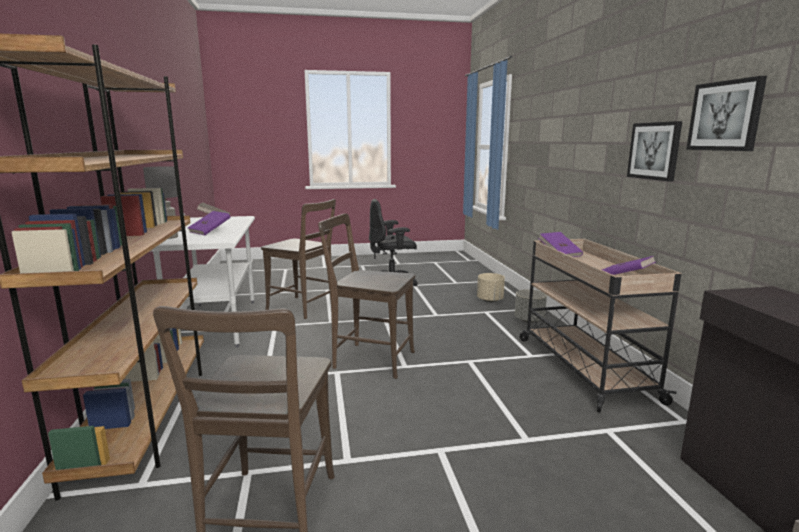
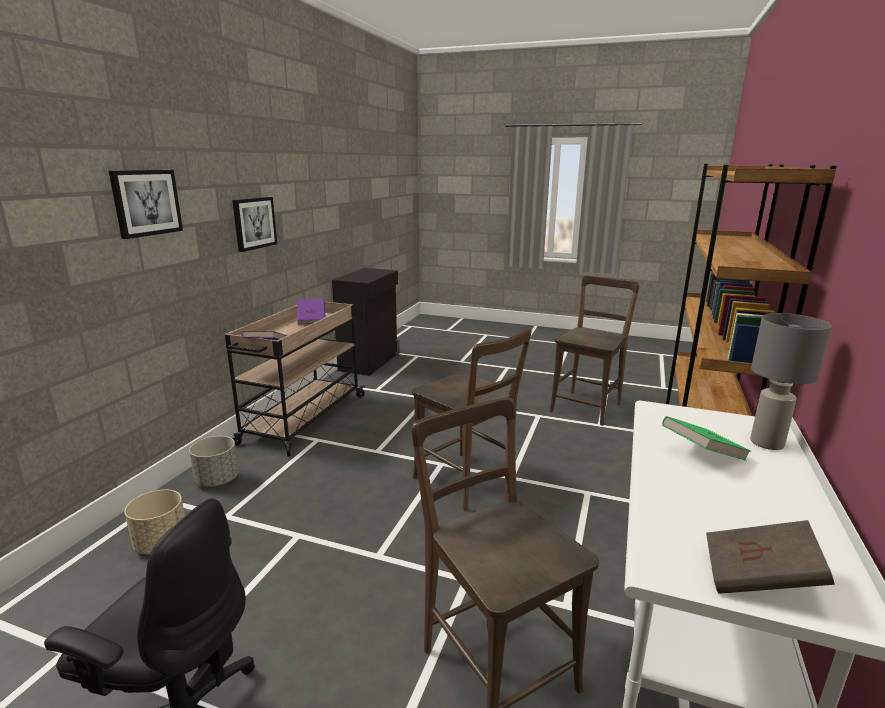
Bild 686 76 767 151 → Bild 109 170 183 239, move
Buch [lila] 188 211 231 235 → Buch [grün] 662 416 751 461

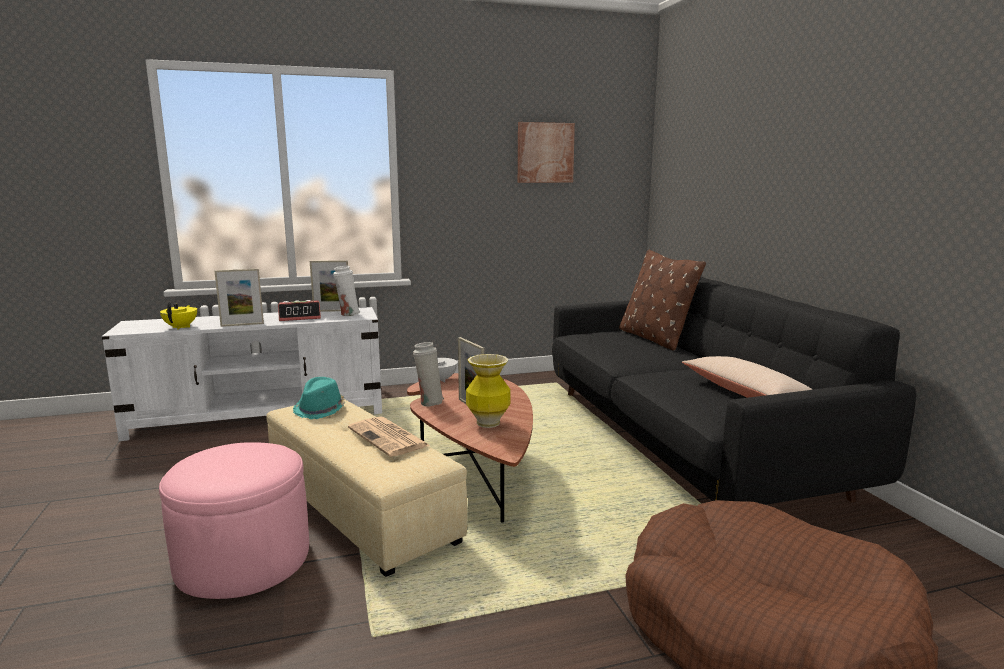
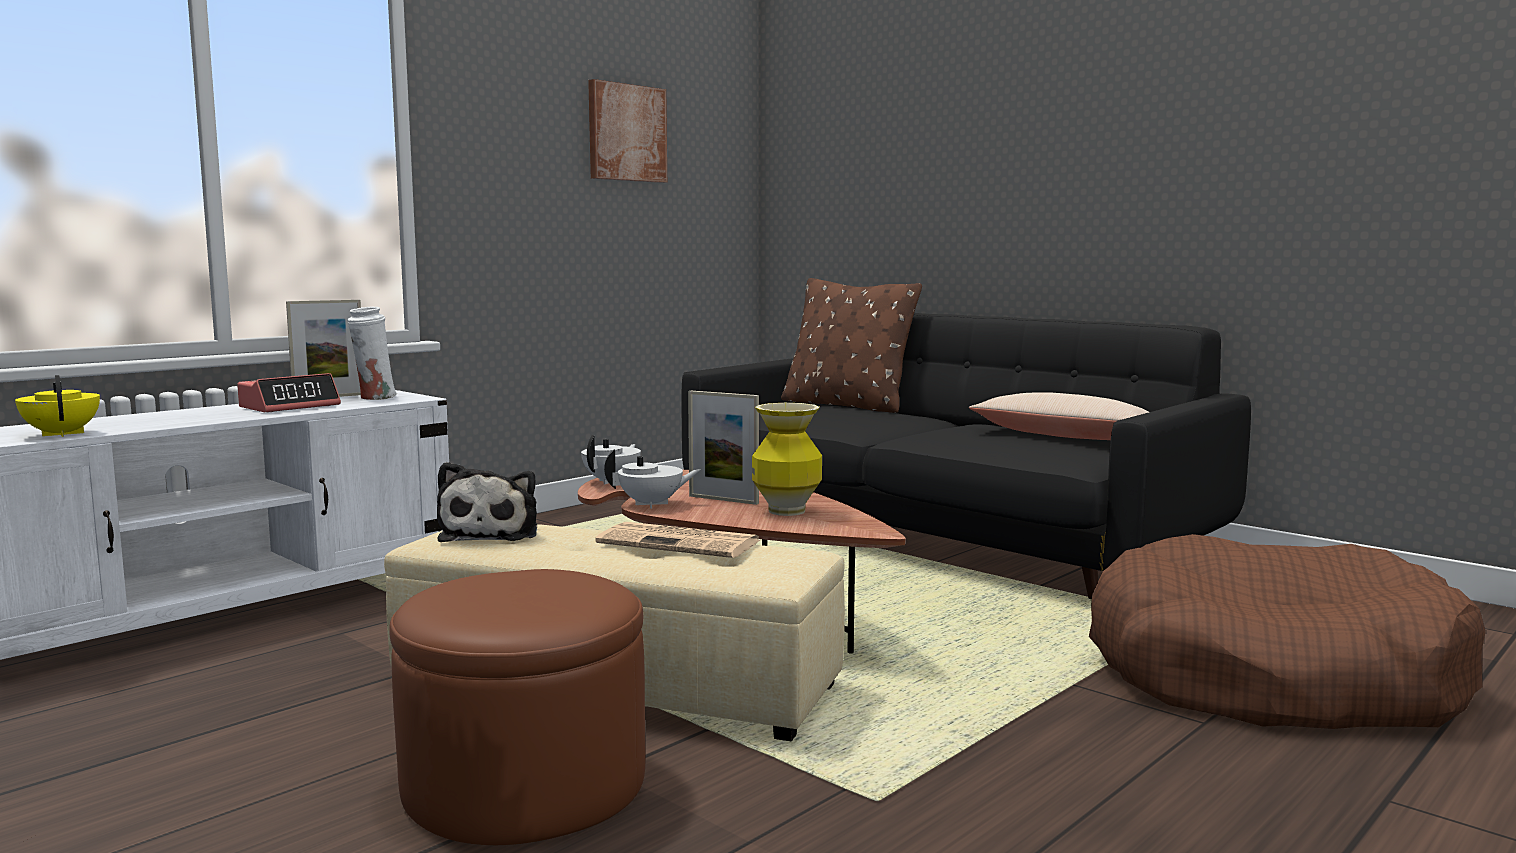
Polsterhocker [rosa] 159 442 309 599 → Polsterhocker [braun] 389 569 646 845
Hut [türkis] 293 377 345 419 → Plüschtier 437 462 537 542
Vase [weiß] 413 342 444 407 → Teekanne [weiß] 604 449 701 509
Bilderrahmen 214 269 264 327 → -

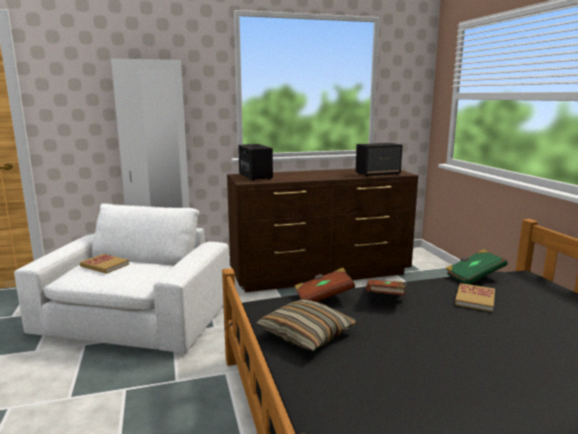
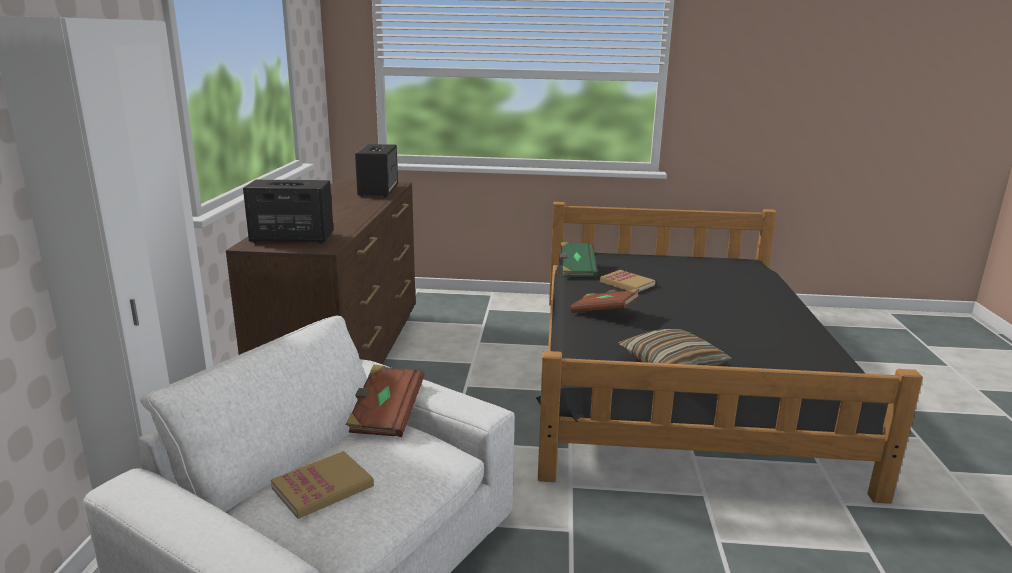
Buch [braun] 295 268 355 302 → Buch [braun] 346 364 424 437, move

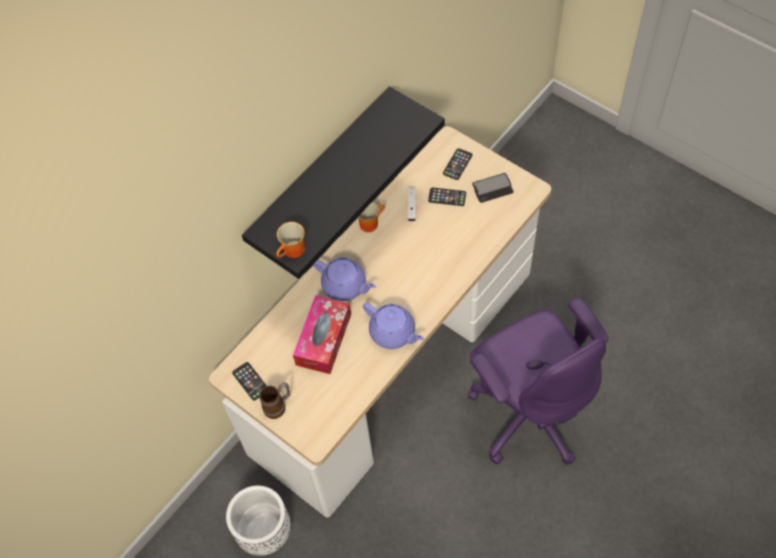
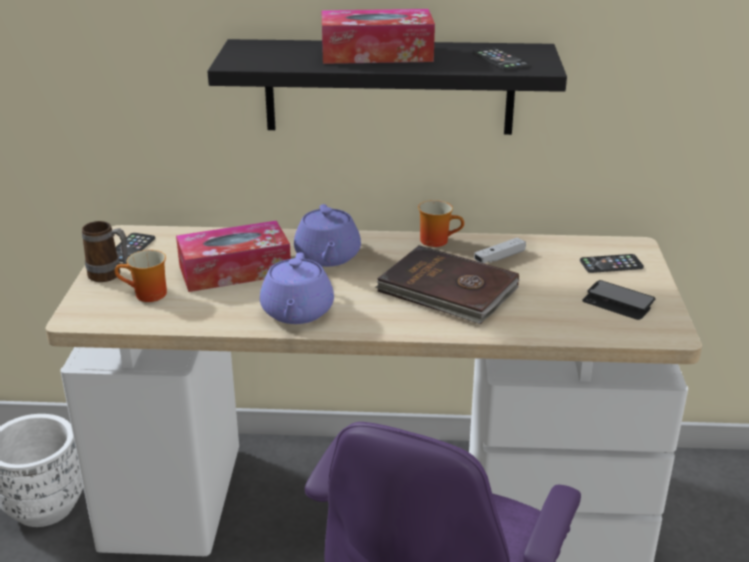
Henkelbecher 276 222 305 258 → Henkelbecher 115 250 167 302, move
- → Taschentuchbox 321 9 435 64
- → Buch [braun] 375 245 519 324
Handy 428 187 466 206 → Handy 472 48 530 70, move

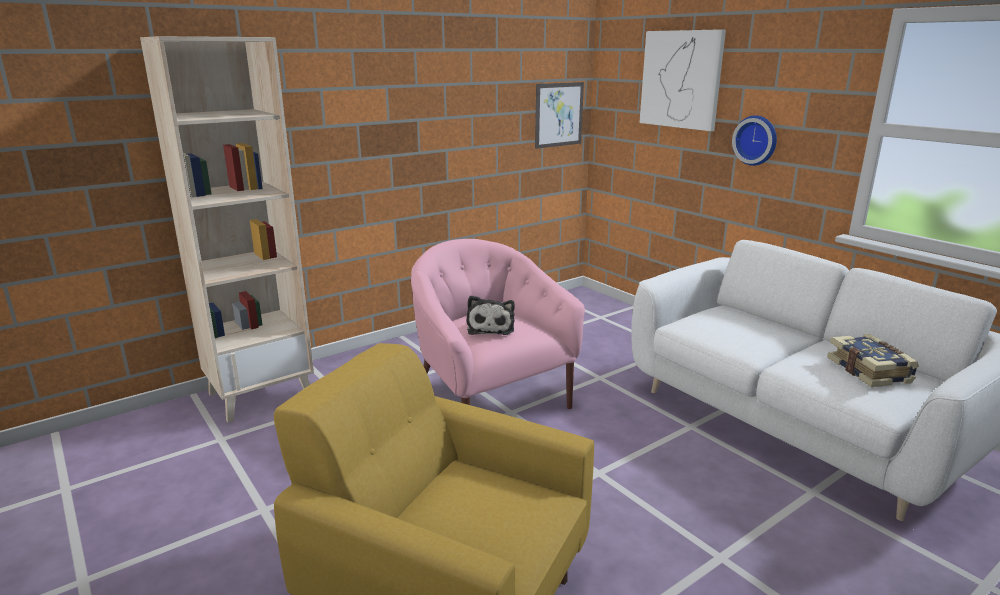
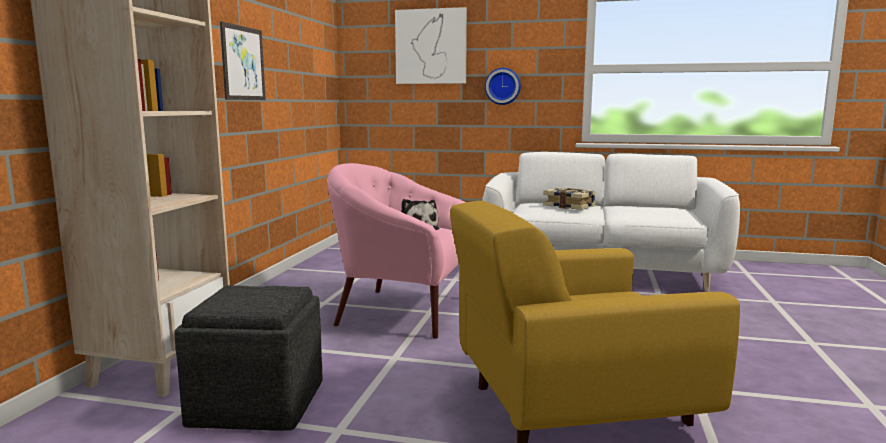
- → Polsterhocker [grau] 175 285 323 431
Bild 535 82 584 149 → Bild 220 22 266 100, move
Buch 827 334 919 387 → Buch 543 187 596 210, move

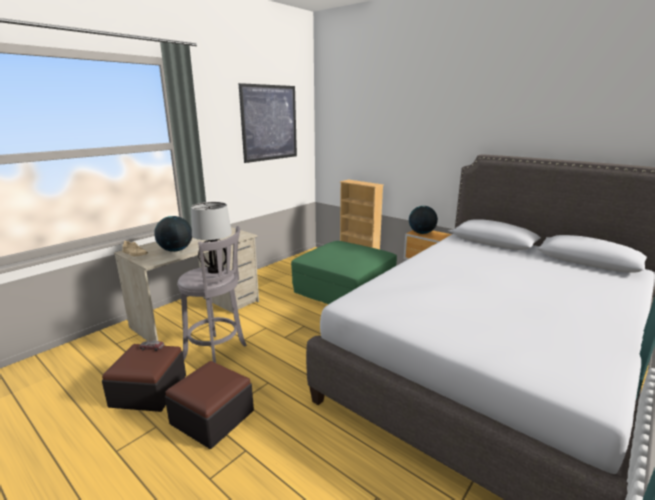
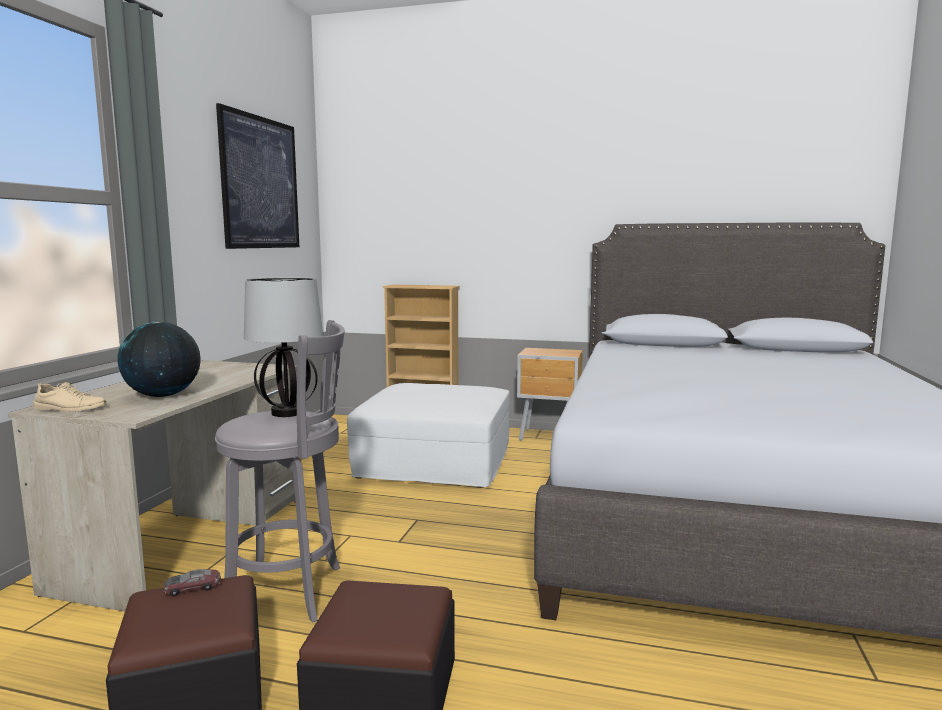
Polsterhocker [grün] 291 241 397 304 → Polsterhocker [weiß] 347 383 510 488
Globus 409 206 438 234 → -

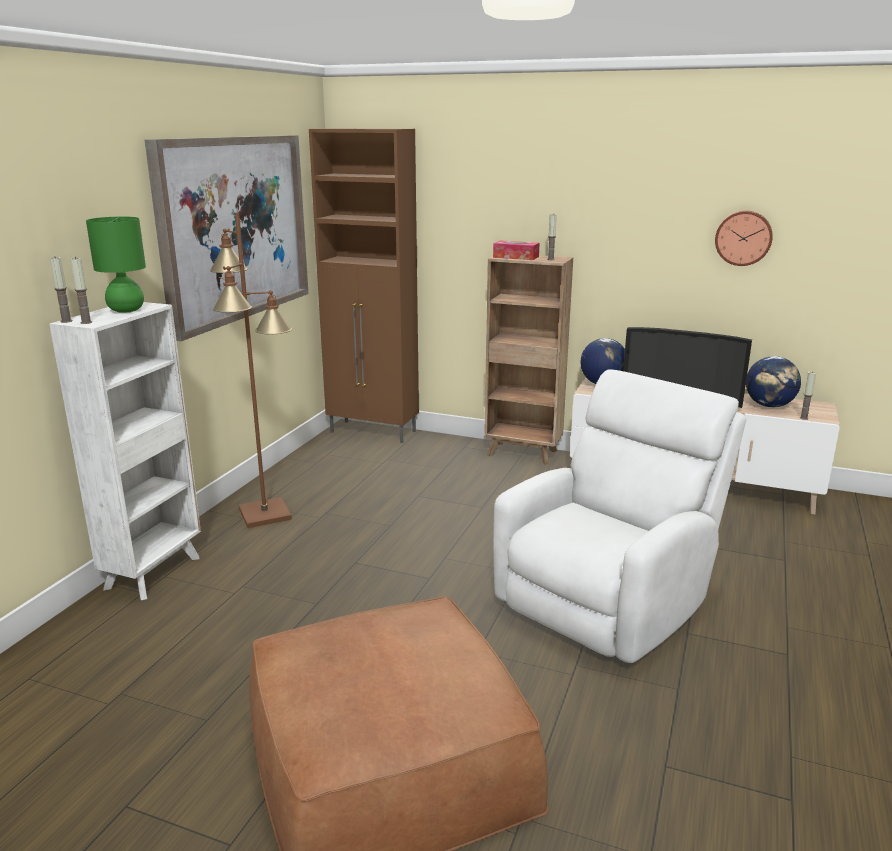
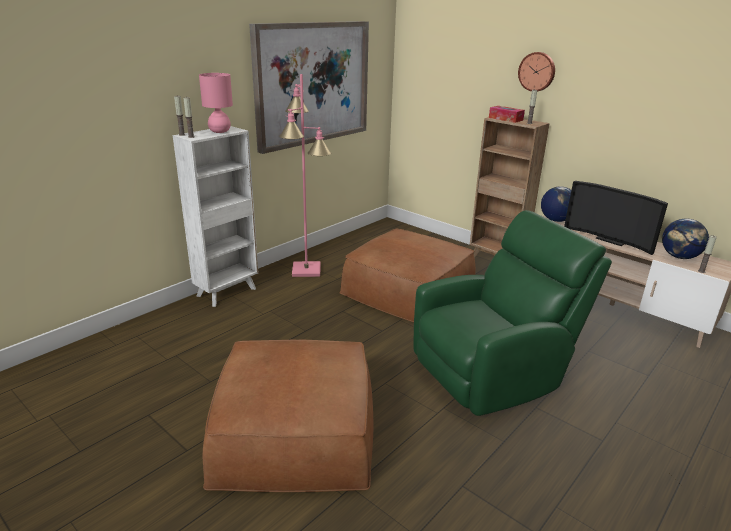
Tischlampe [grün] 86 216 146 313 → Tischlampe [rosa] 199 73 233 133
Stehlampe [braun] 210 212 292 528 → Stehlampe [rosa] 279 74 331 277
- → Polsterhocker [braun] 339 229 476 322
Sessel [weiß] 493 369 746 663 → Sessel [grün] 413 210 612 416
Wanduhr 715 211 773 266 → Wanduhr 518 52 555 92, move
Schrank [braun] 309 129 419 443 → -

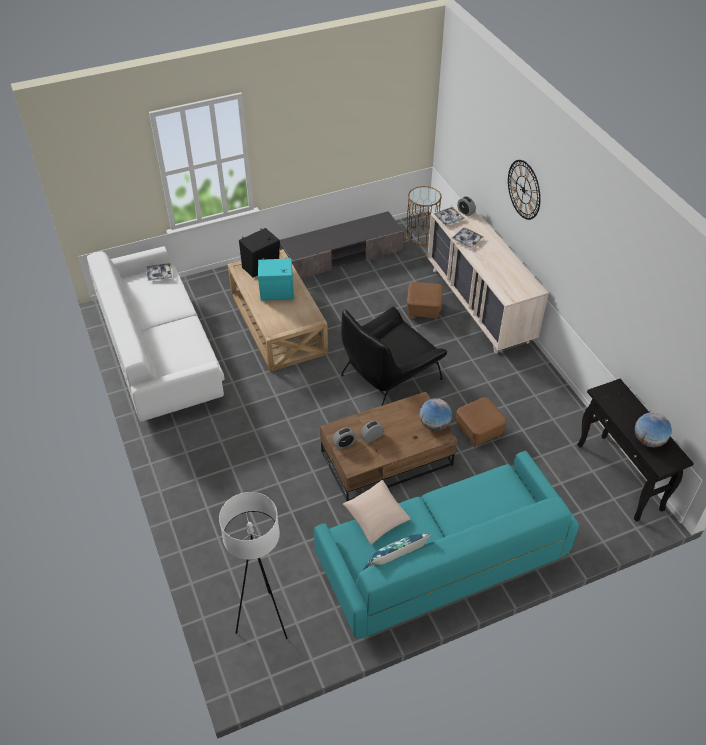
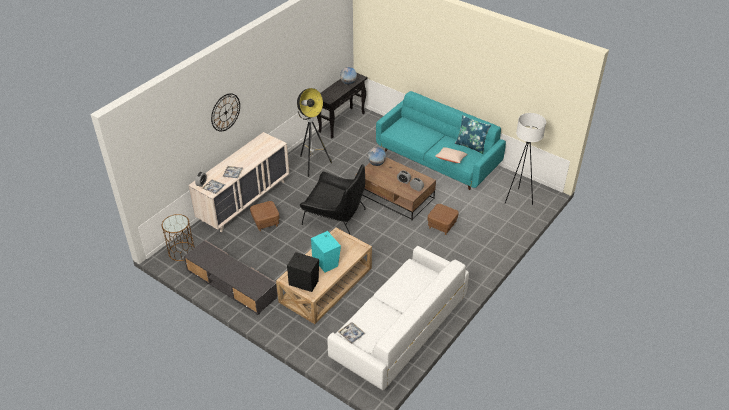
- → Stehlampe 297 88 332 177
Polsterhocker [braun] 456 397 507 448 → Polsterhocker [braun] 427 204 459 235, move

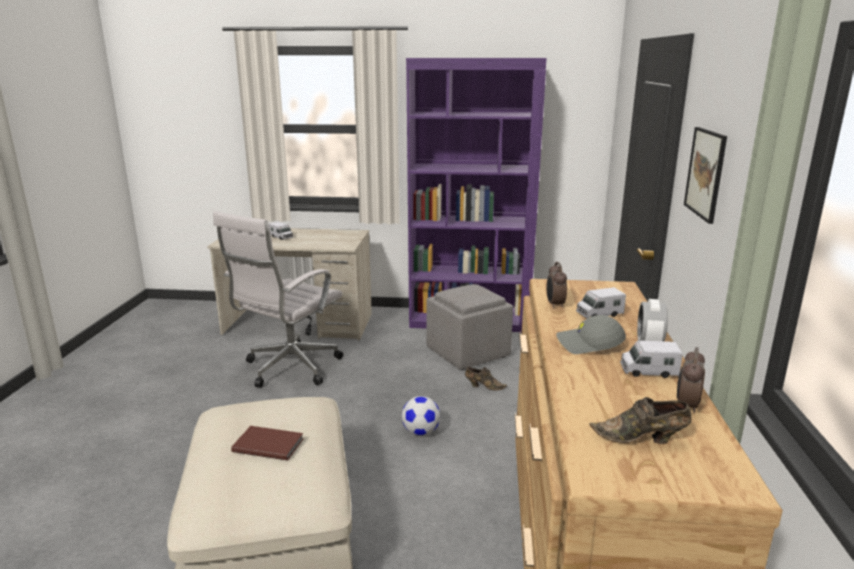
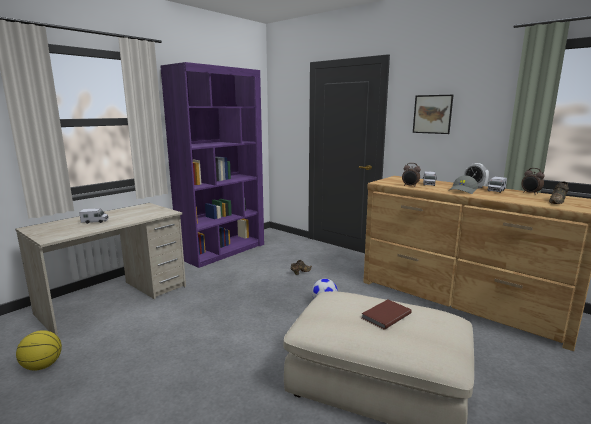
- → Basketball 16 330 62 371
Bürostuhl [weiß] 213 211 343 388 → -
Polsterhocker [grau] 427 284 513 370 → -

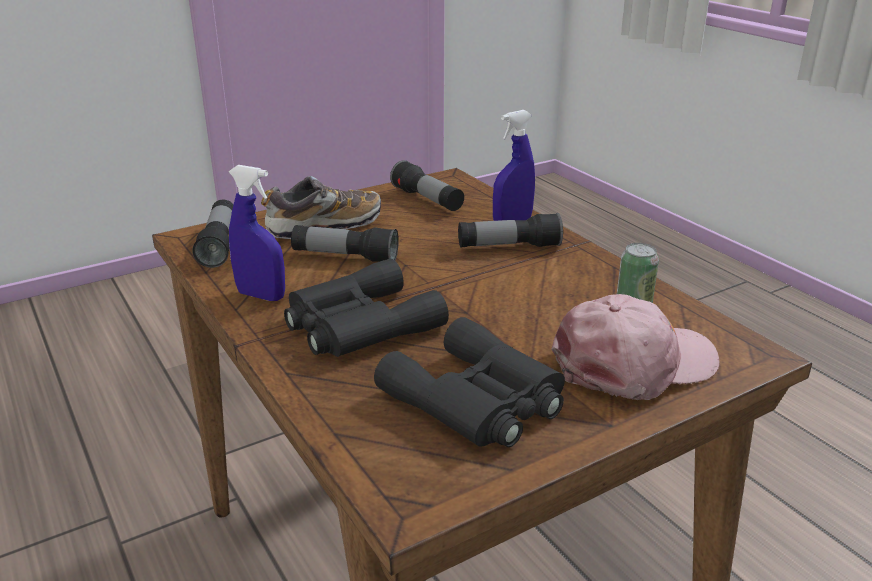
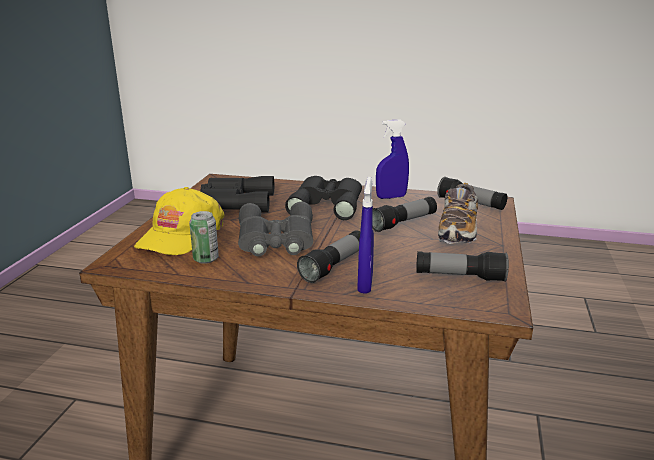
Kappe [rosa] 551 294 720 400 → Kappe [gelb] 134 187 224 255
- → Fernglas [grau] 238 202 313 256

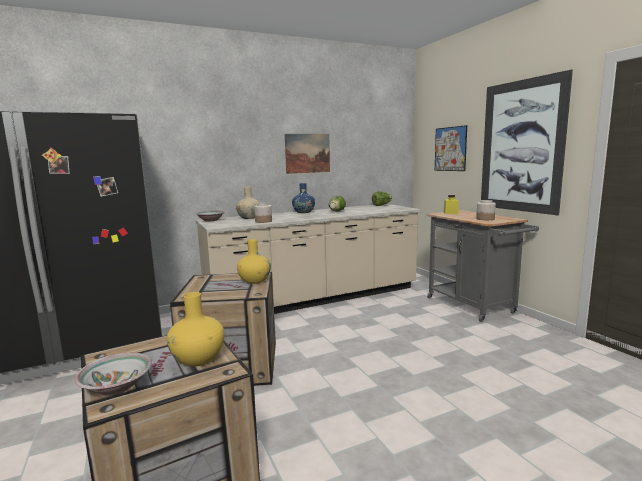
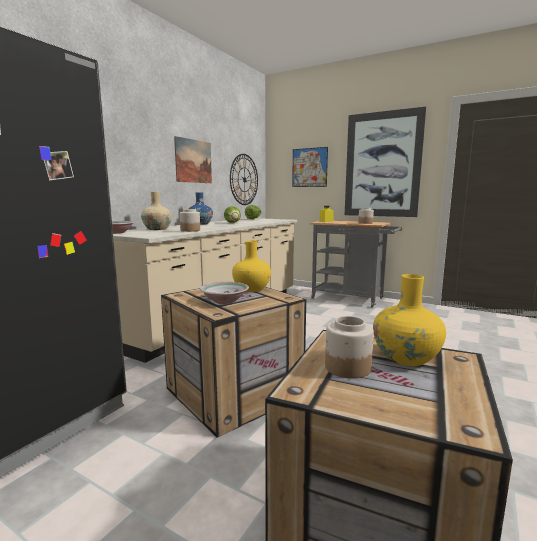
Schüssel 74 353 152 396 → Schüssel 200 282 249 304, move
- → Wanduhr 230 154 258 205
- → Vorratsglas 325 316 374 379

